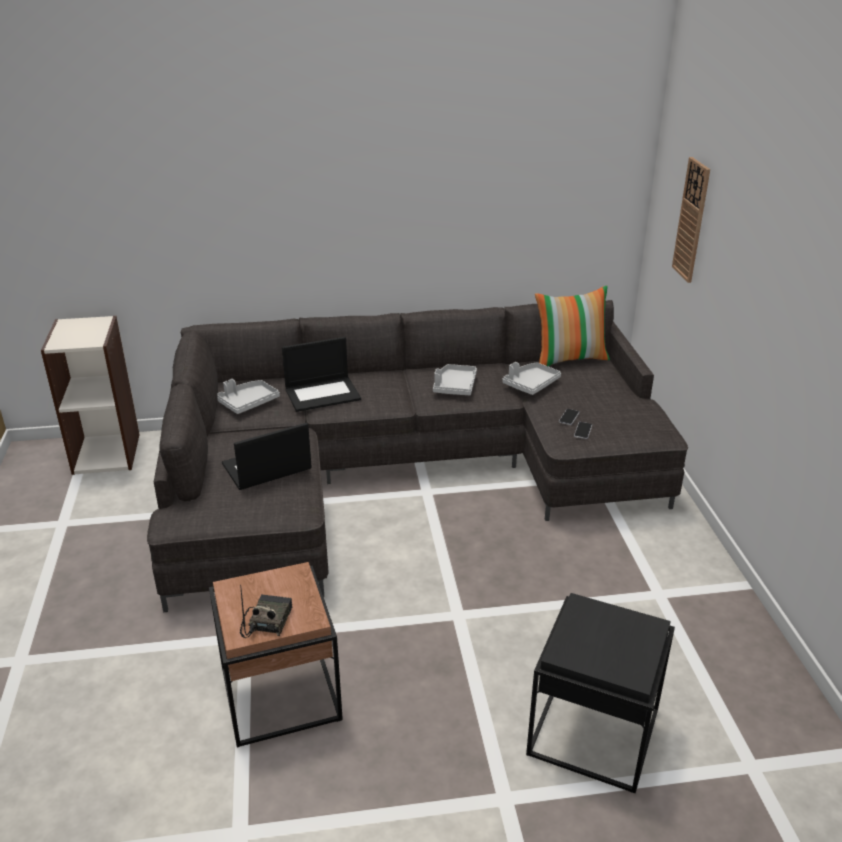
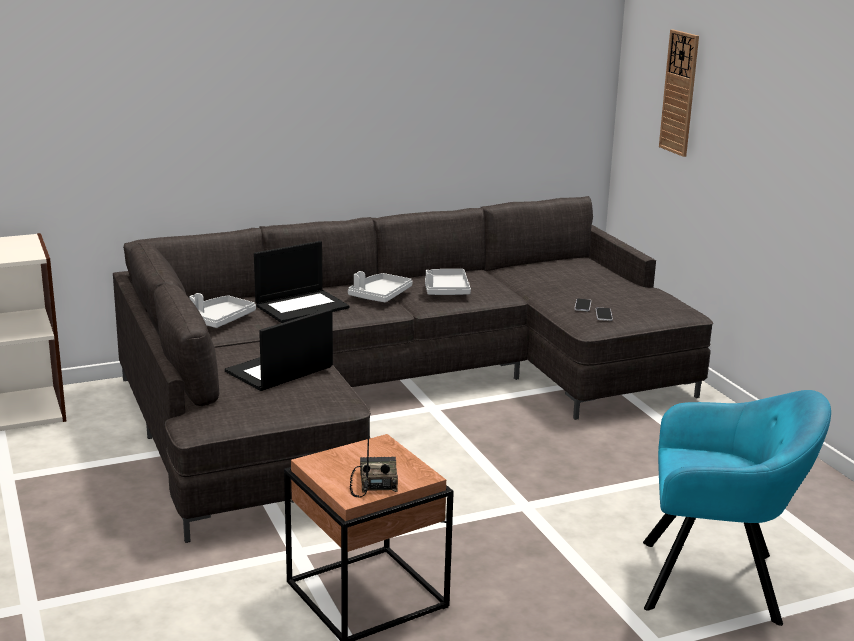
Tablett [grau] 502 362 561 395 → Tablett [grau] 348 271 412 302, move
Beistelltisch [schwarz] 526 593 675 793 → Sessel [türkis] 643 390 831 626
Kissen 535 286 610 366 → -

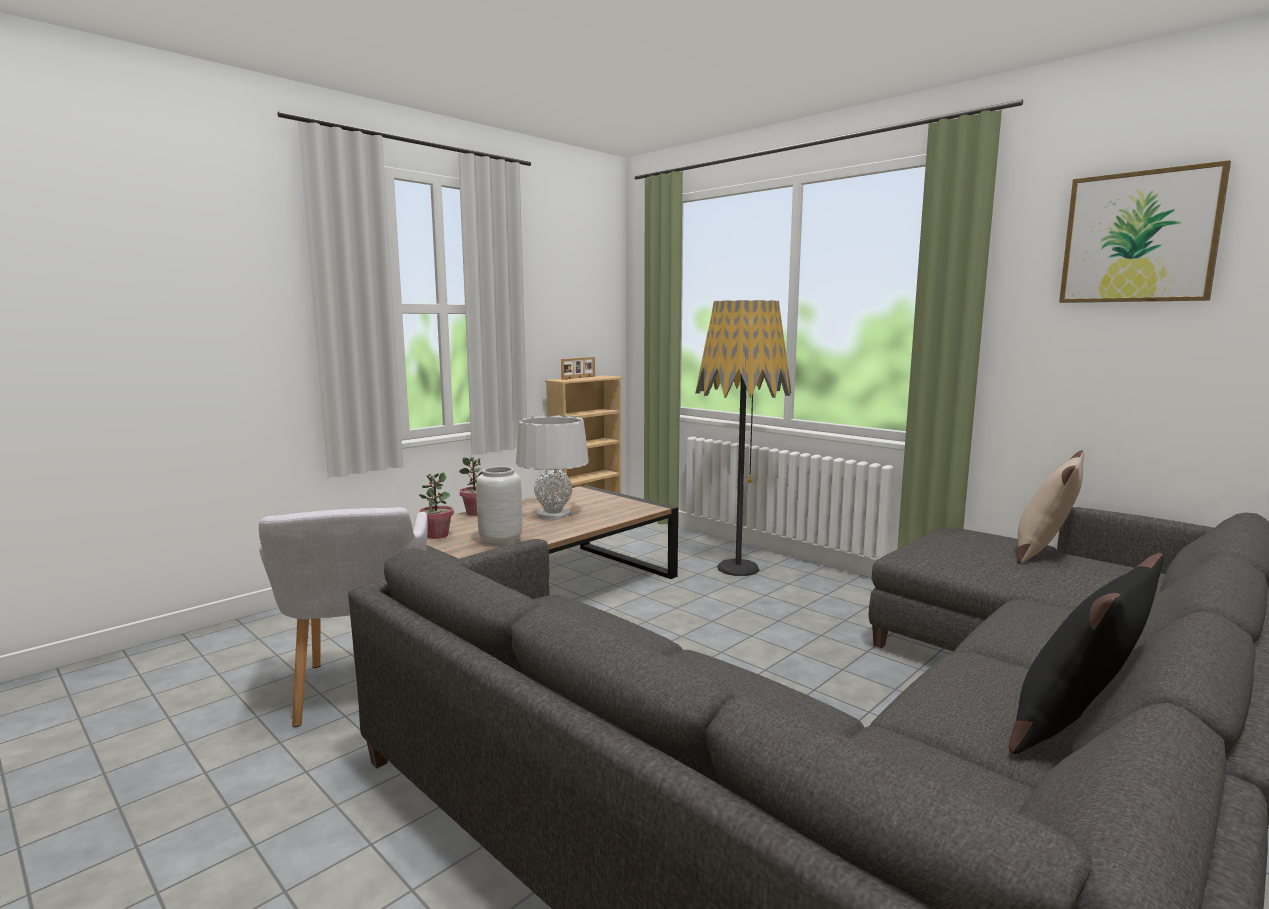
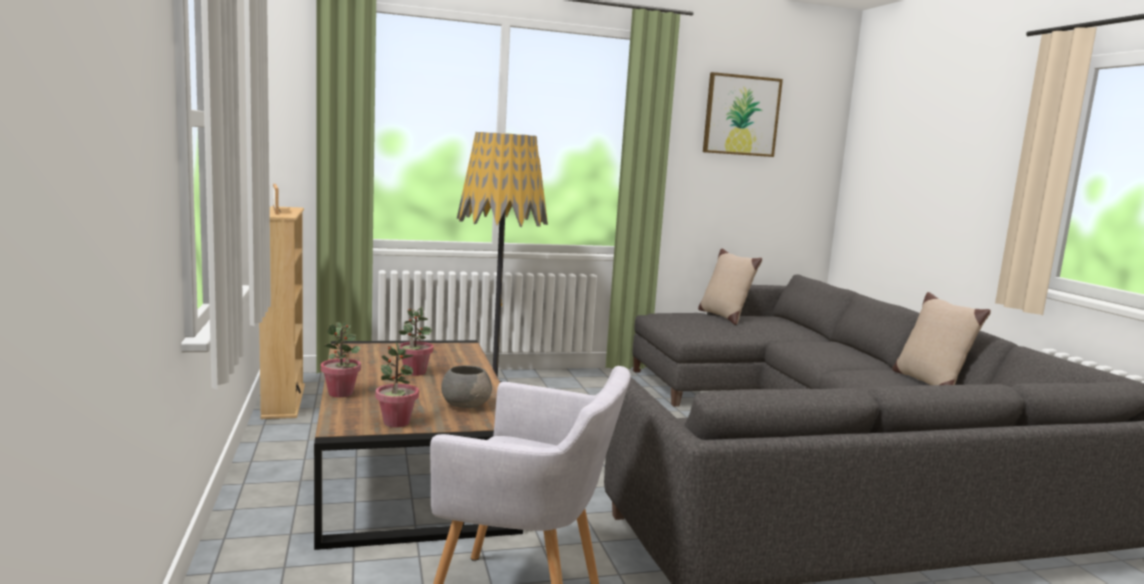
Tischlampe [grau] 516 415 589 519 → Topfpflanze 398 307 434 376
Vase [grau] 476 467 522 545 → Schüssel [grau] 441 365 492 408
Kissen [schwarz] 1009 553 1164 754 → Kissen [beige] 893 292 991 385

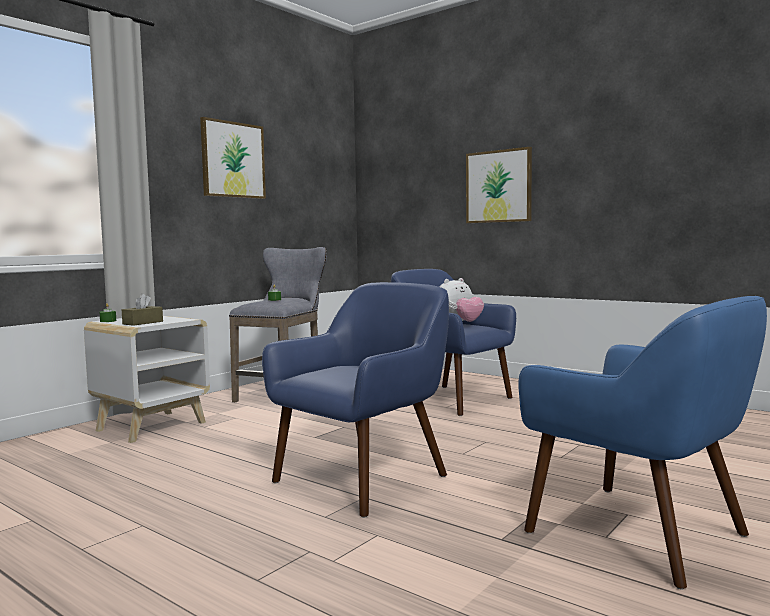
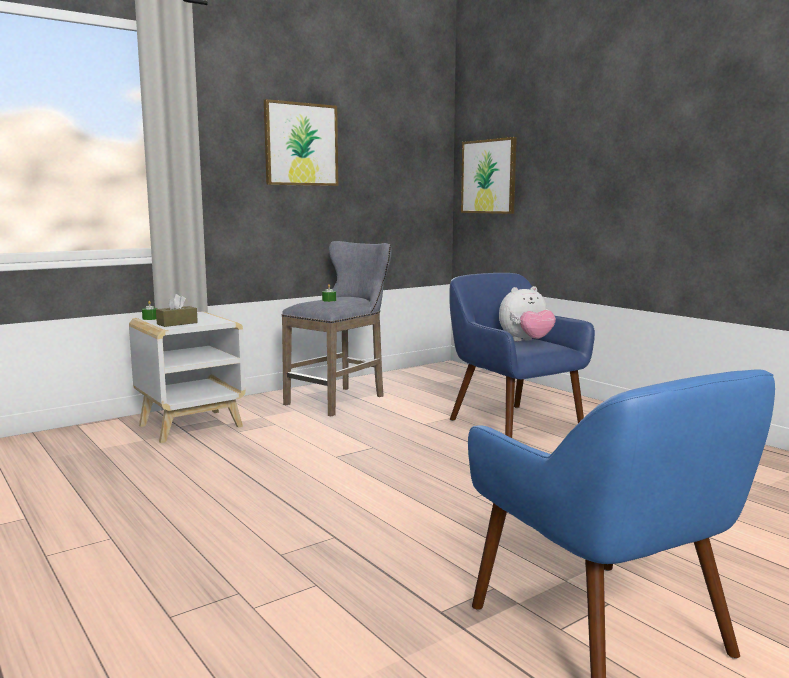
Bild 466 147 532 223 → Bild 461 137 517 214, move
Sessel [blau] 262 282 449 518 → -

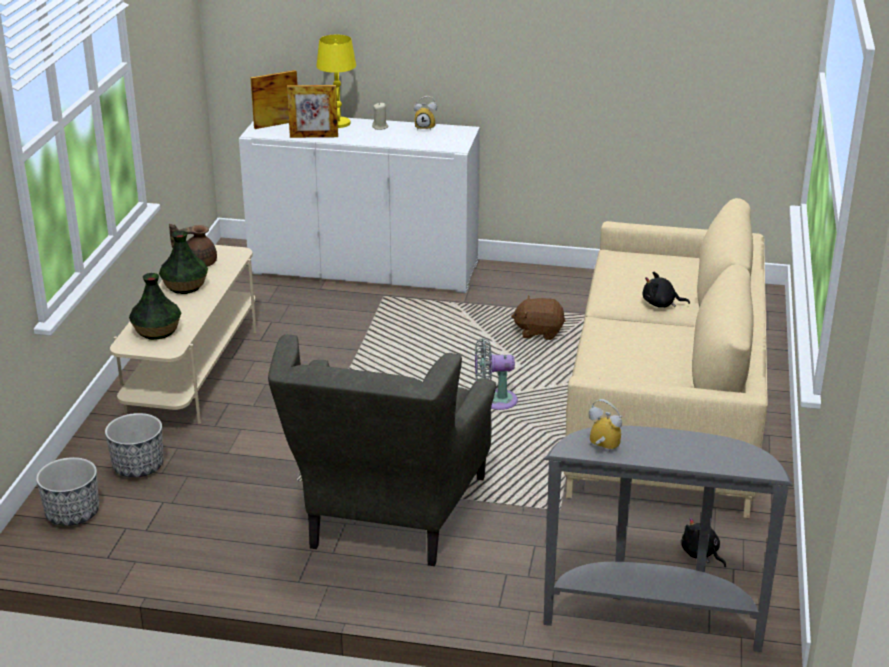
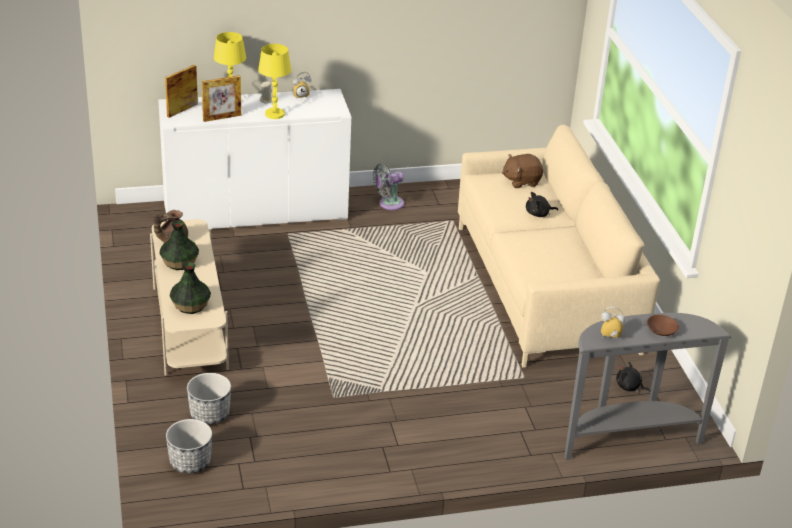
- → Tischlampe [gelb] 258 44 291 119
Ventilator [grau] 475 338 518 410 → Ventilator [grau] 373 163 404 210, move
Plüschtier [braun] 511 295 565 340 → Plüschtier [braun] 502 154 543 188, move
- → Schüssel [braun] 647 315 679 336
Sessel [grau] 268 335 496 566 → -

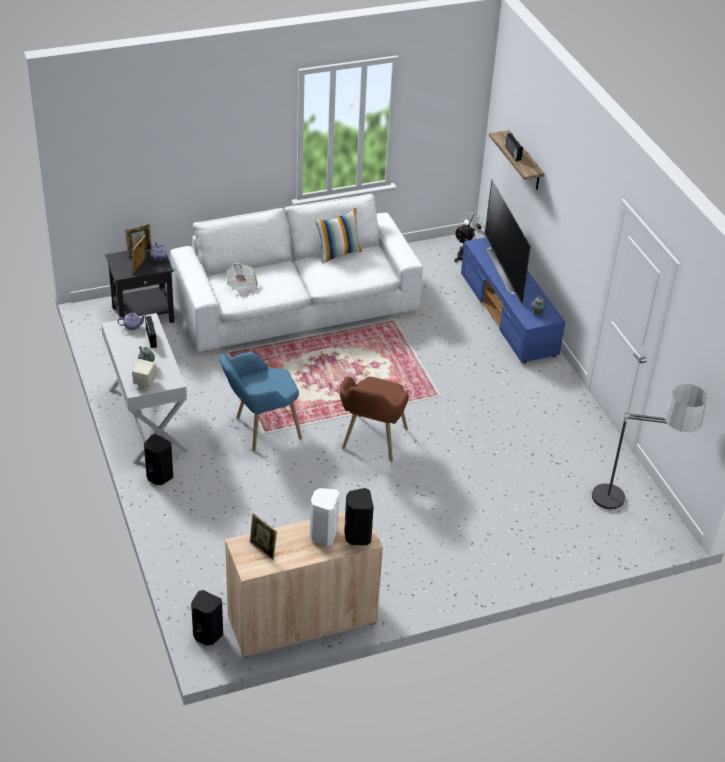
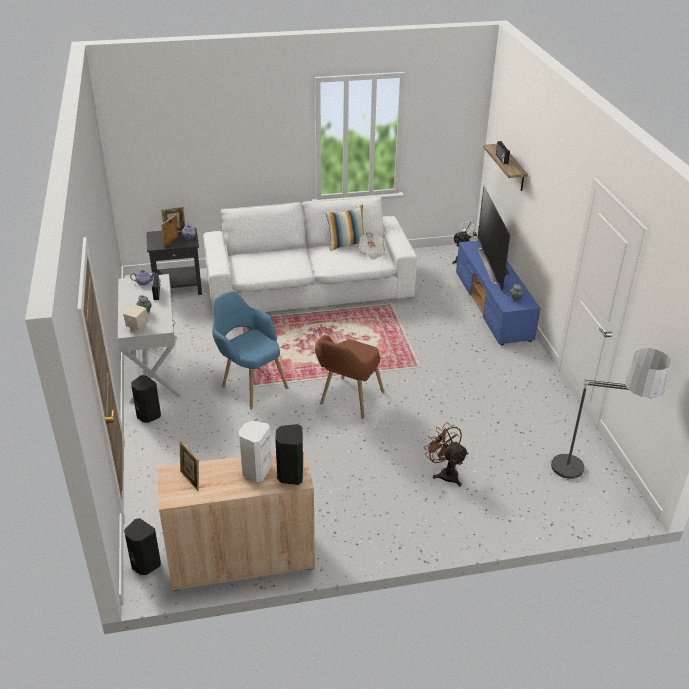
Sessel [blau] 219 352 302 451 → Sessel [blau] 212 292 288 409, 60 degrees clockwise
Zeitung 227 263 258 298 → Zeitung 359 232 385 260, move
- → Ventilator [braun] 424 422 468 487

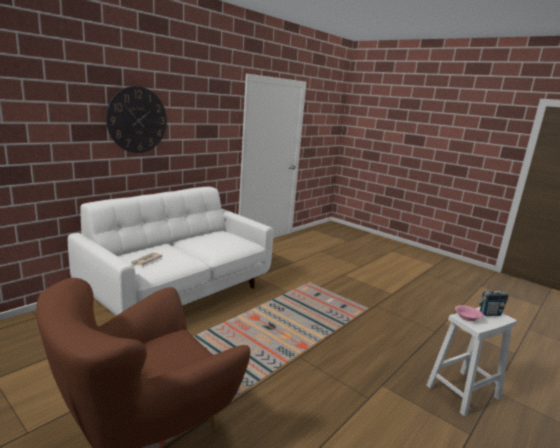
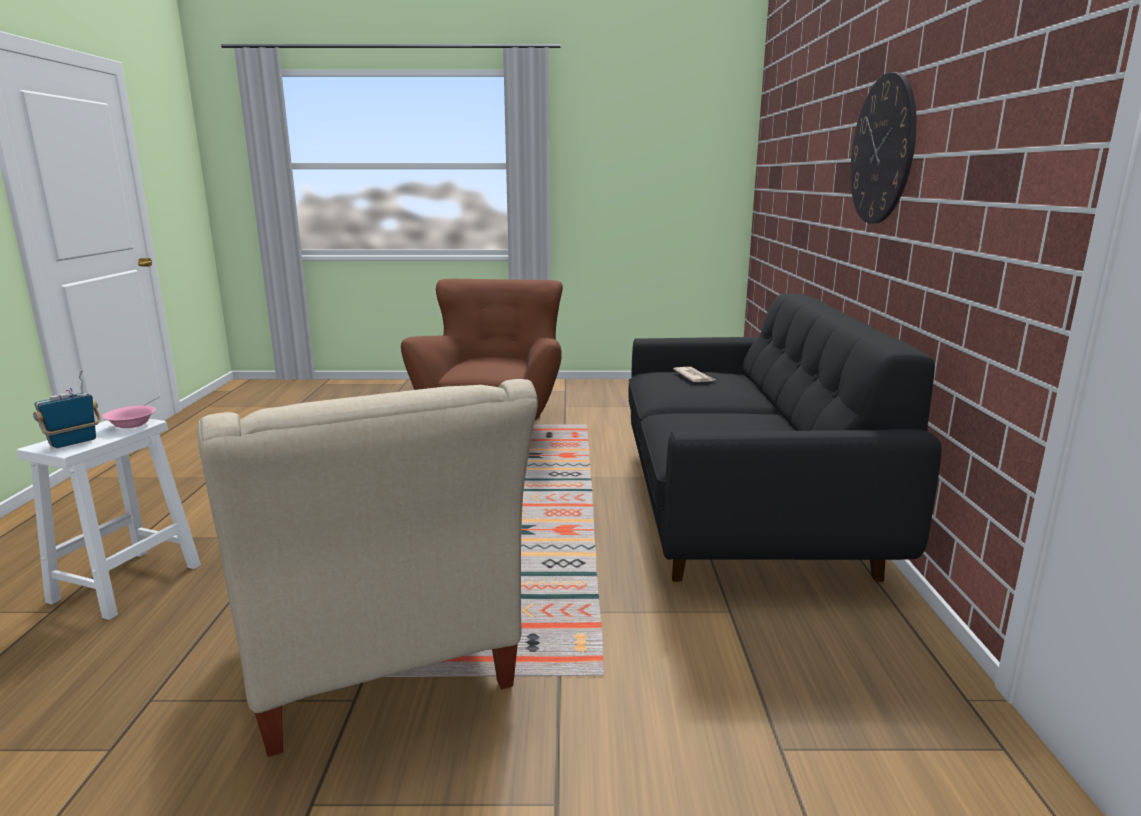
- → Sessel [beige] 197 379 538 757
Sofa [weiß] 68 187 273 316 → Sofa [schwarz] 628 294 942 582

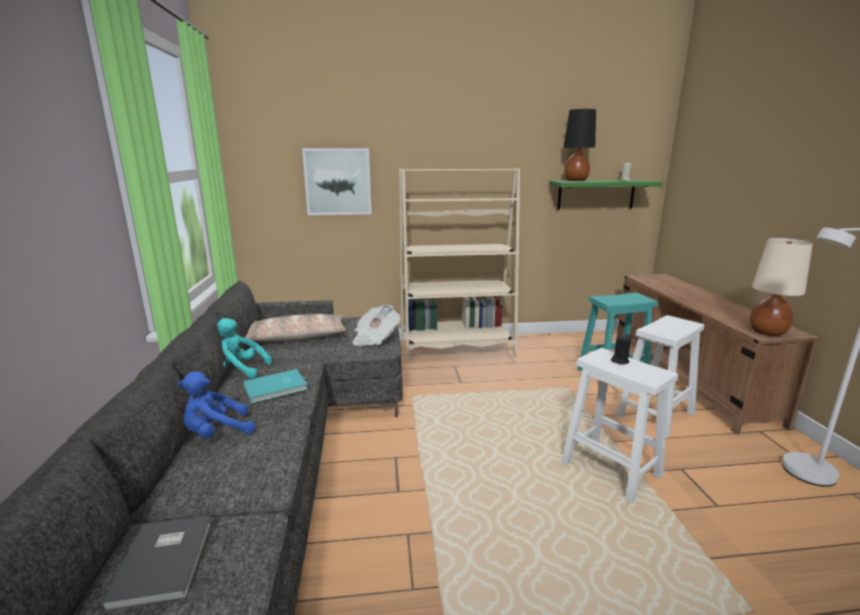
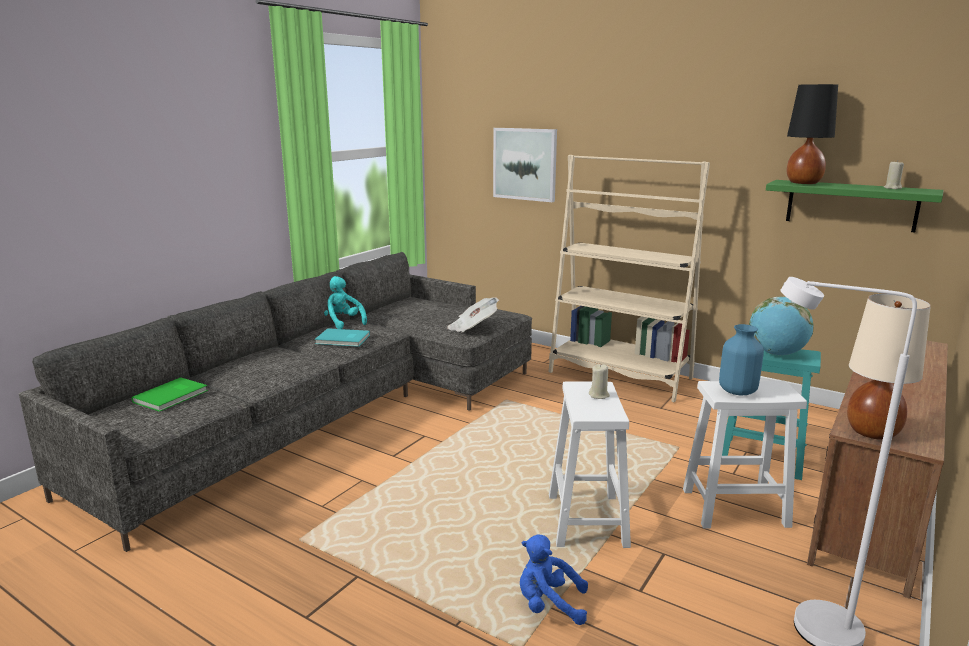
Buch [grau] 101 516 212 611 → Buch [grün] 132 377 208 412
Plüschtier [blau] 177 371 255 438 → Plüschtier [blau] 520 534 588 625, move
Kerze [schwarz] 611 333 631 364 → Kerze [beige] 589 364 610 399
- → Vase [blau] 719 324 764 395
- → Globus 749 297 814 355
Kissen 245 314 346 341 → -

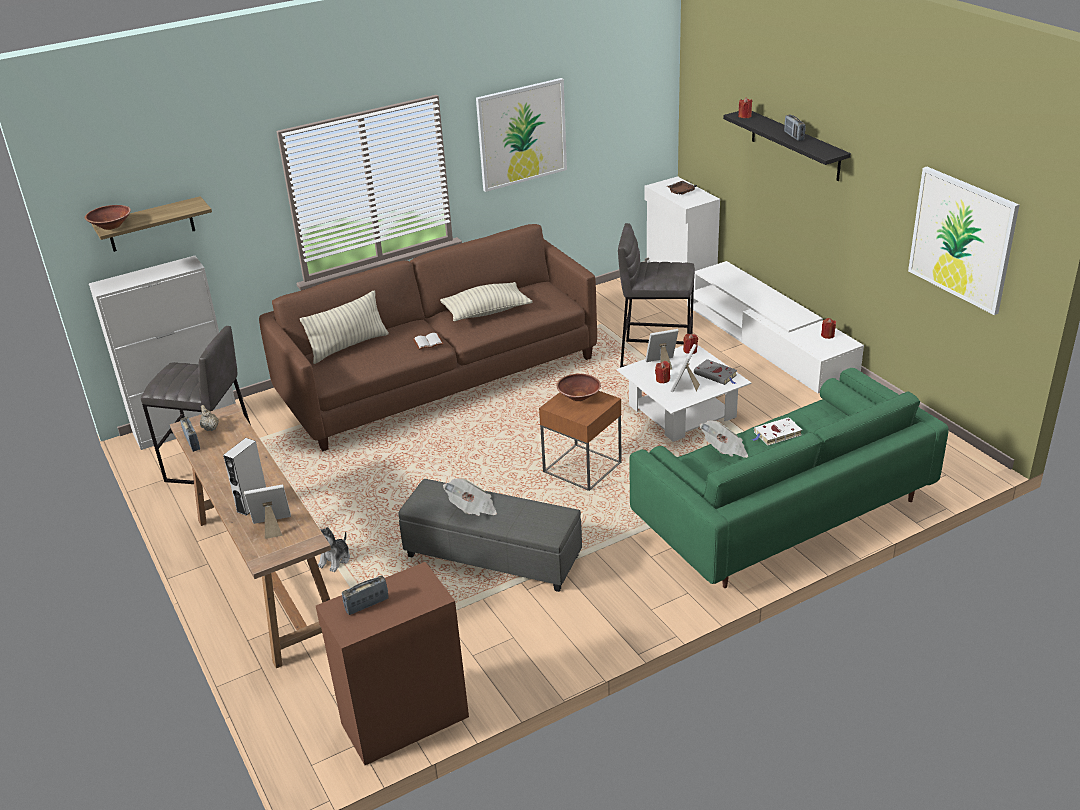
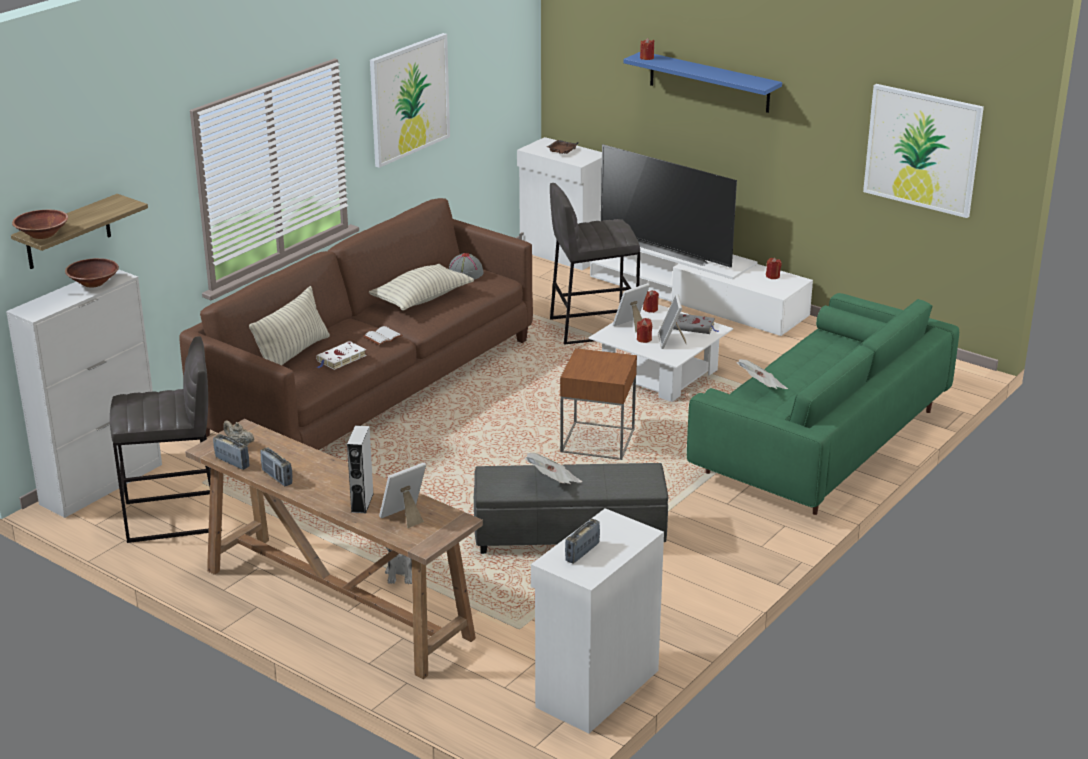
Schüssel [braun] 557 374 601 401 → Schüssel [braun] 65 258 119 288, move
Radio 784 115 805 141 → Radio 260 447 292 486, move
Buch [weiß] 752 417 802 445 → Buch [weiß] 316 341 367 370, move
- → Hut [grau] 449 253 484 280
Schrank [braun] 316 562 469 765 → Schrank [weiß] 531 508 664 734
- → Fernseher 601 144 737 268
Wandregal [schwarz] 723 111 851 181 → Wandregal [blau] 623 52 782 113

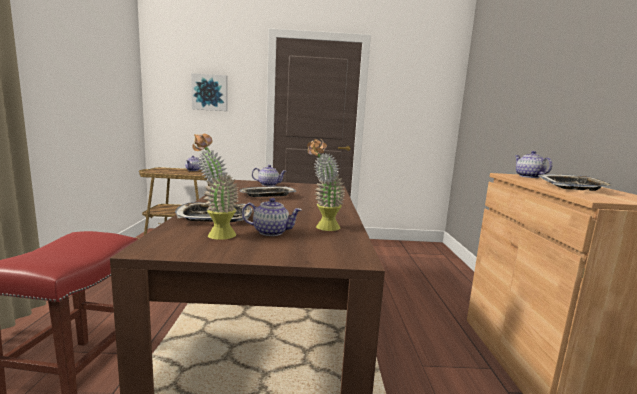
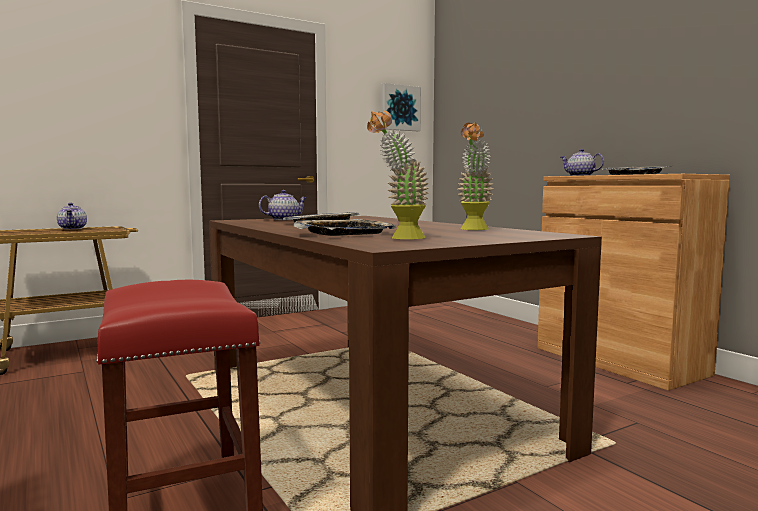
Bild 191 73 227 111 → Bild 382 83 421 131, move
Teekanne 242 198 302 236 → -

